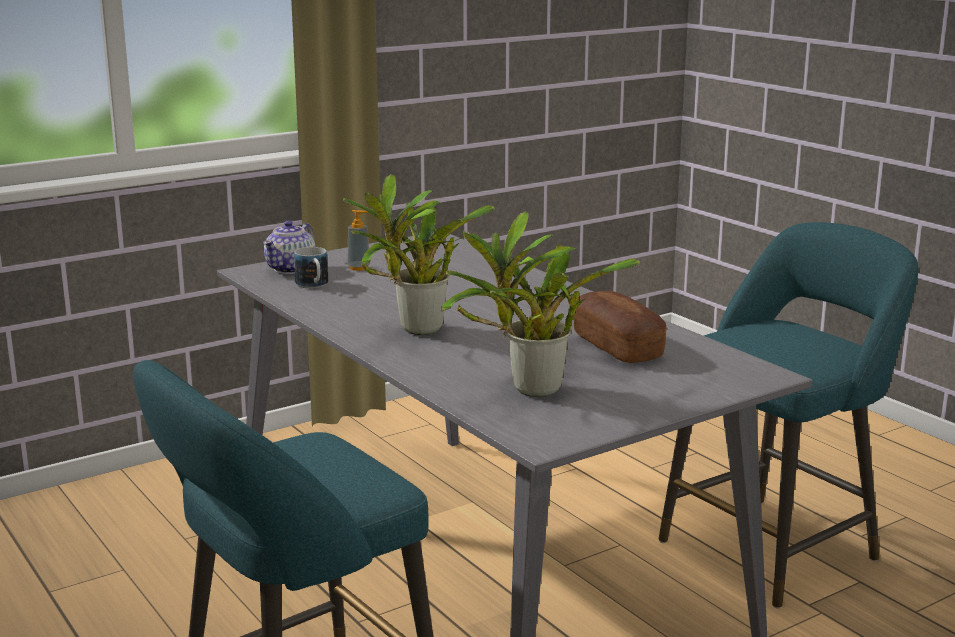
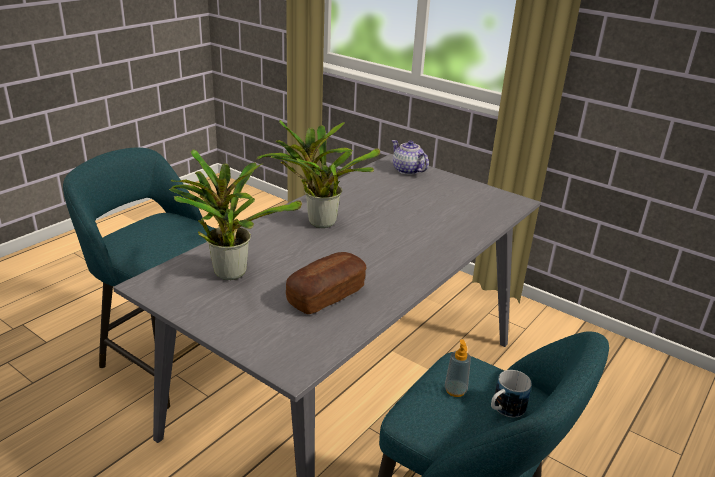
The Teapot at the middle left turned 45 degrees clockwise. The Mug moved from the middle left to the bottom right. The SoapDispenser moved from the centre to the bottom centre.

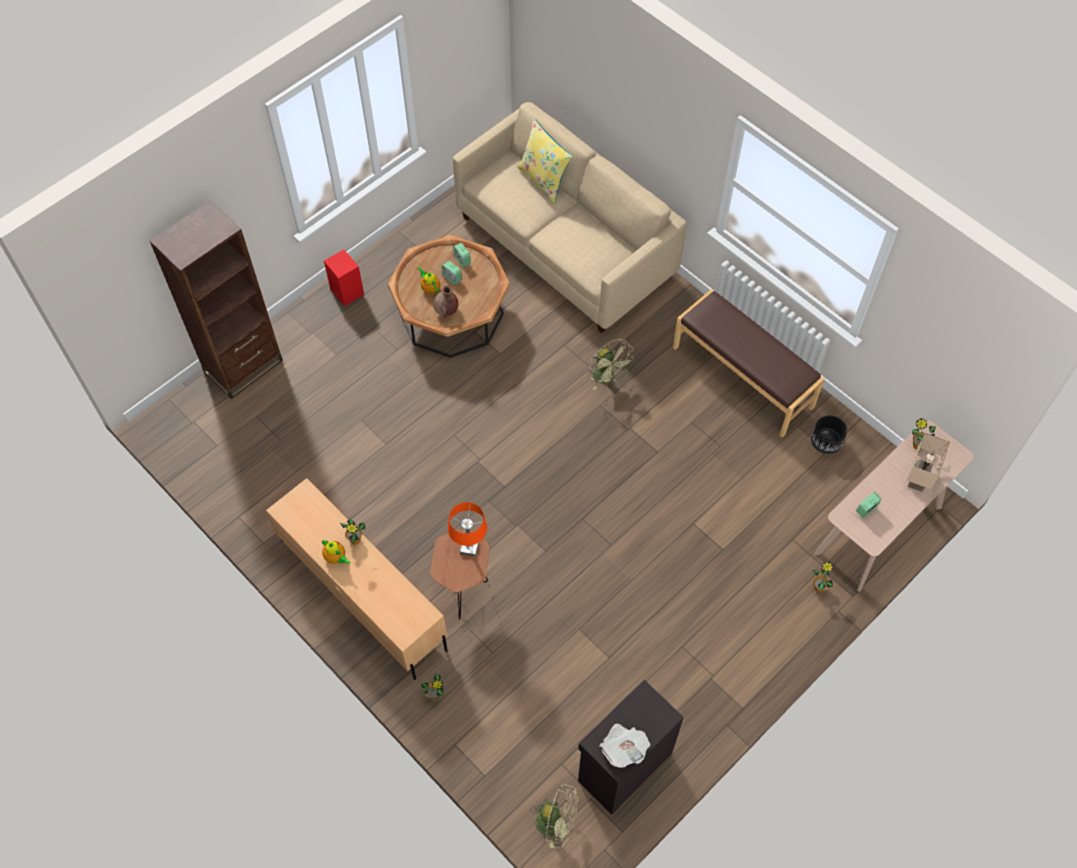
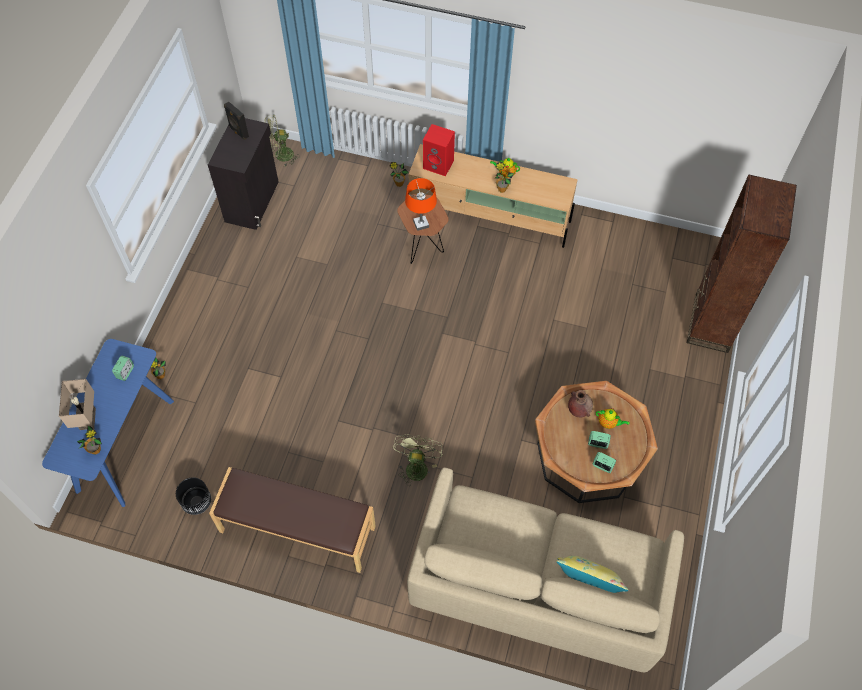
The RedSpeaker moved from the top left to the top centre. The GreenFan (no. 2 from left) at the centre turned 75 degrees clockwise. The Newspaper at the bottom centre was replaced by the BlackSpeaker at the top left. The BeigeConsoleTable at the middle right became the BlueConsoleTable at the middle left.

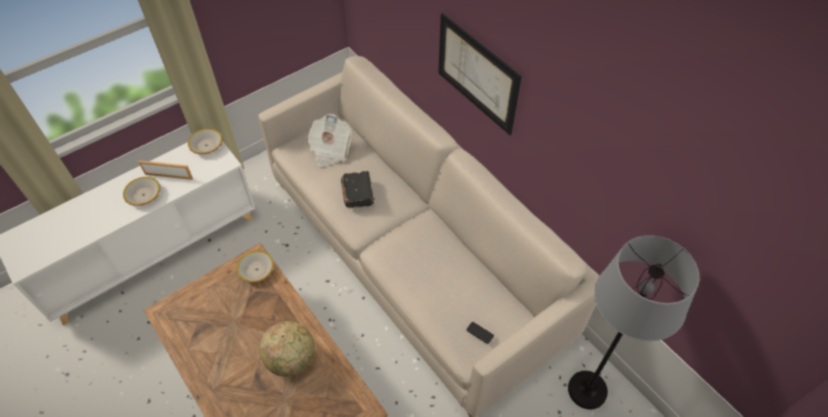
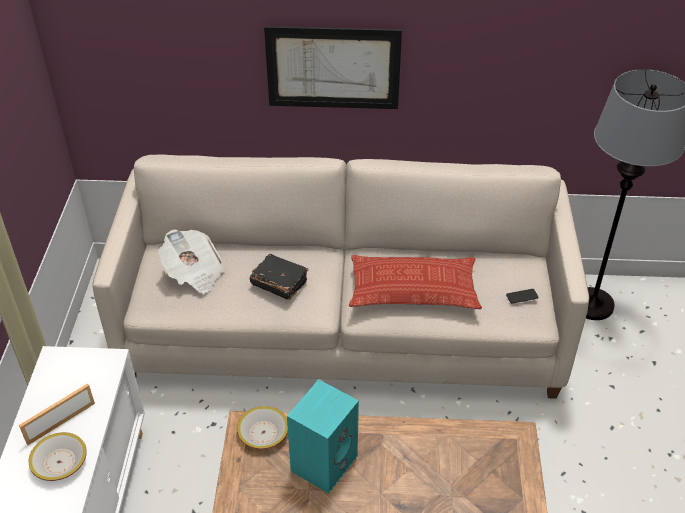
The Bowl (no. 2 from left) at the middle left disappeared. The Globe at the bottom centre disappeared. The TurquoiseSpeaker at the bottom centre appeared. The Pillow at the centre appeared.

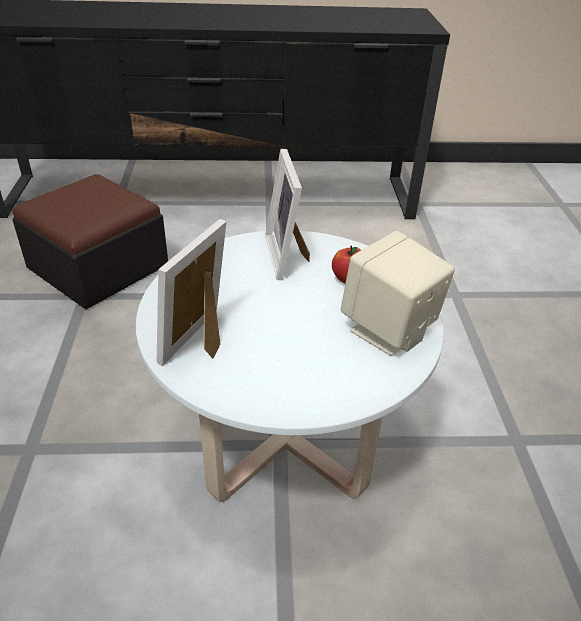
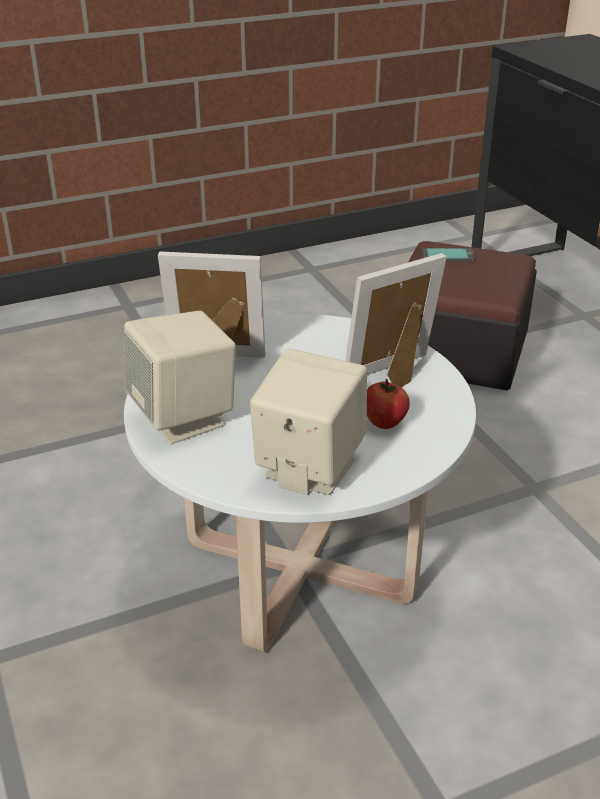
The BeigeSpeaker (no. 1 from left) at the middle left appeared. The Phone at the top right appeared.

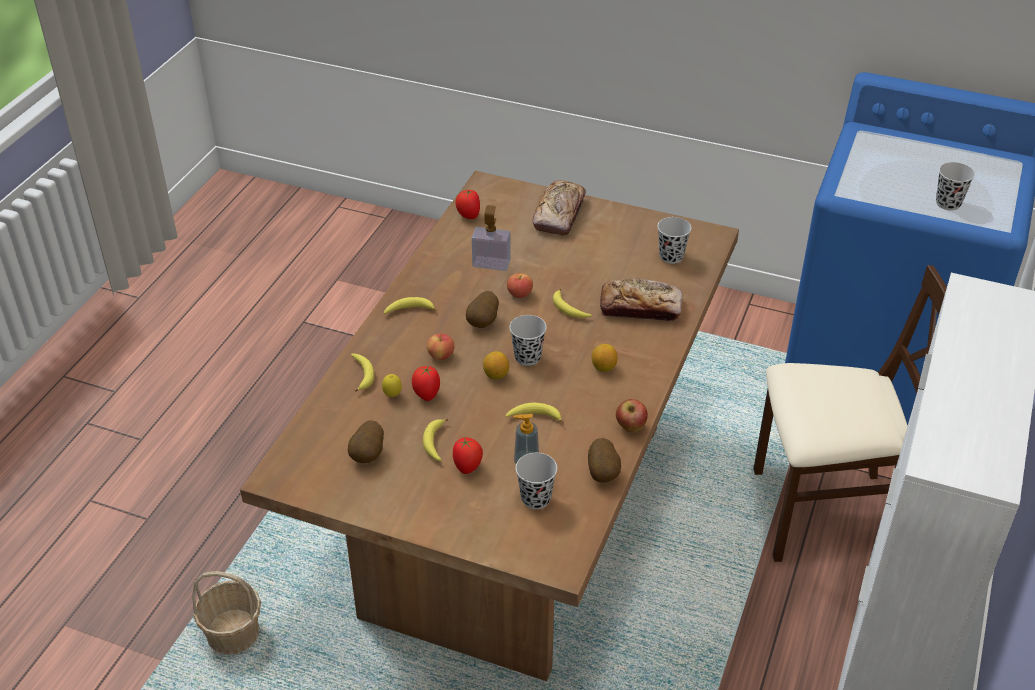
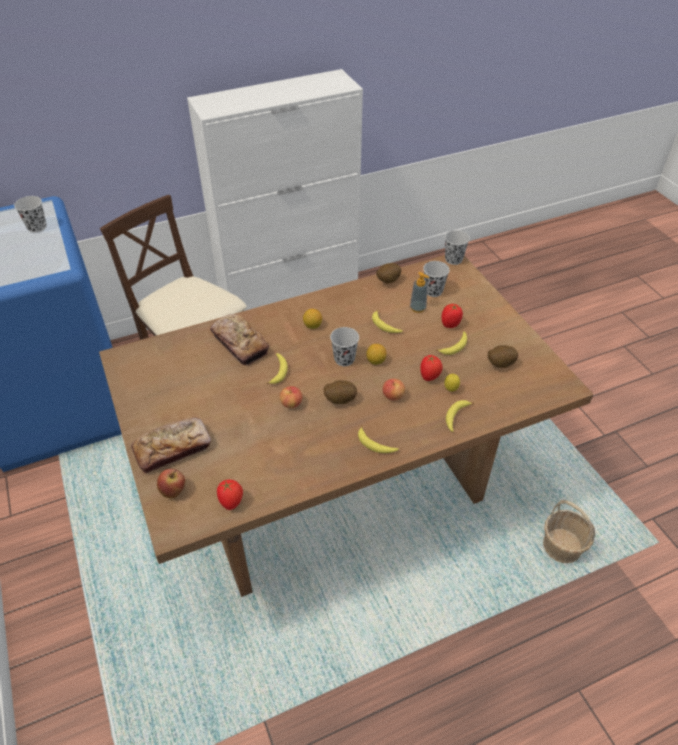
The SoapDispenser (no. 1 from left) at the centre disappeared. The Apple (no. 3 from left in the first image) moved from the centre to the middle left. The BlackCup (no. 3 from left in the first image) moved from the centre to the top right.

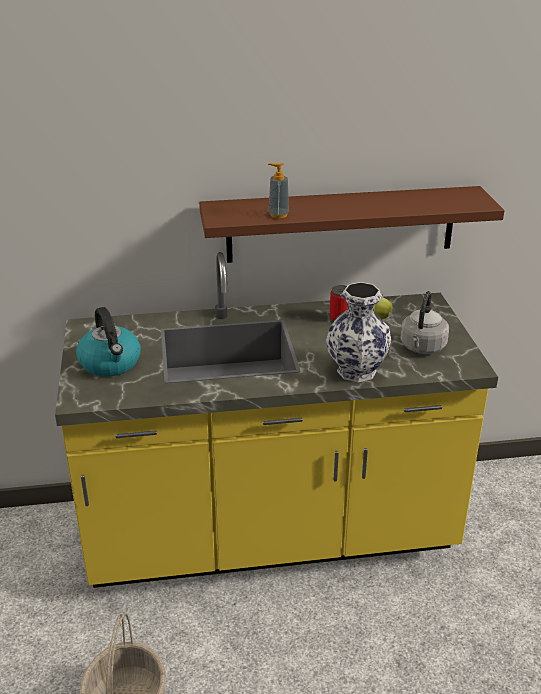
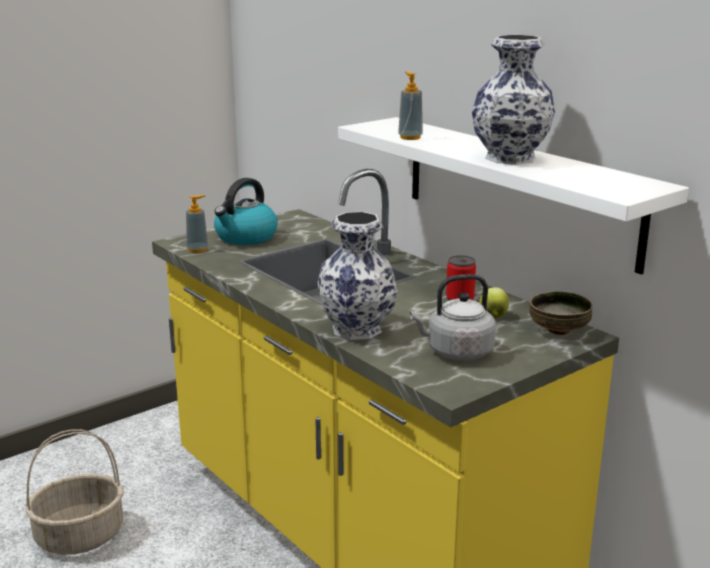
The BrownShelf at the top centre became the WhiteShelf at the middle right. The SoapDispenser (no. 1 from left) at the middle left appeared. The Vase (no. 2 from left) at the top right appeared. The Bowl at the middle right appeared.

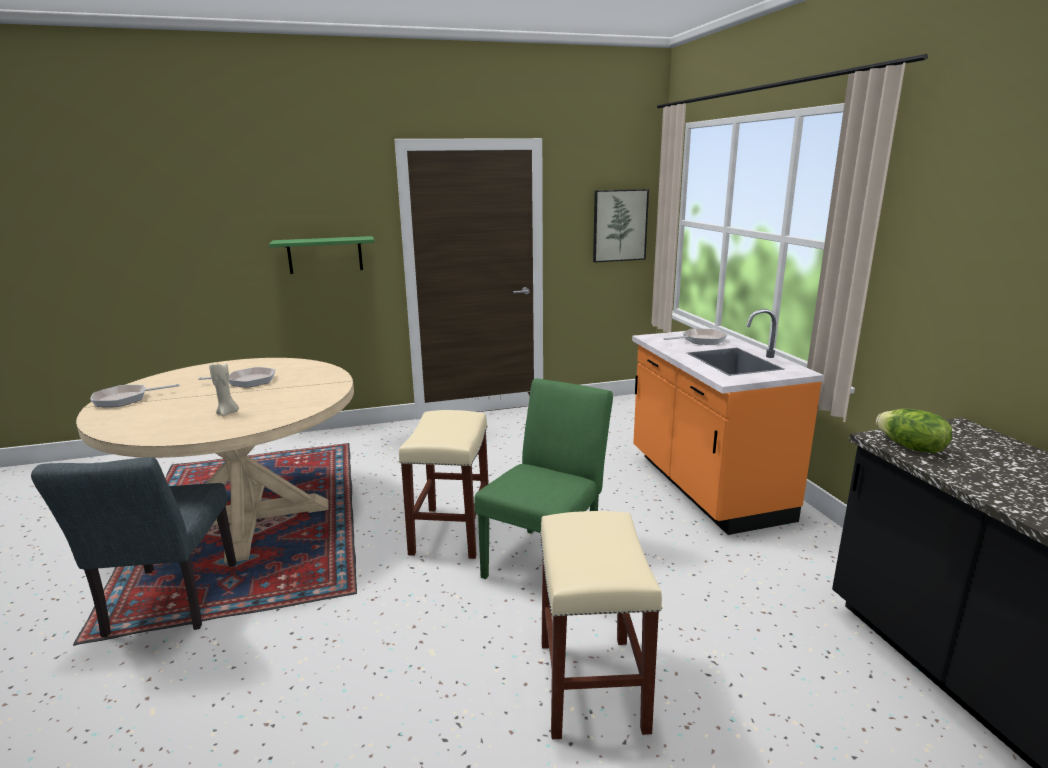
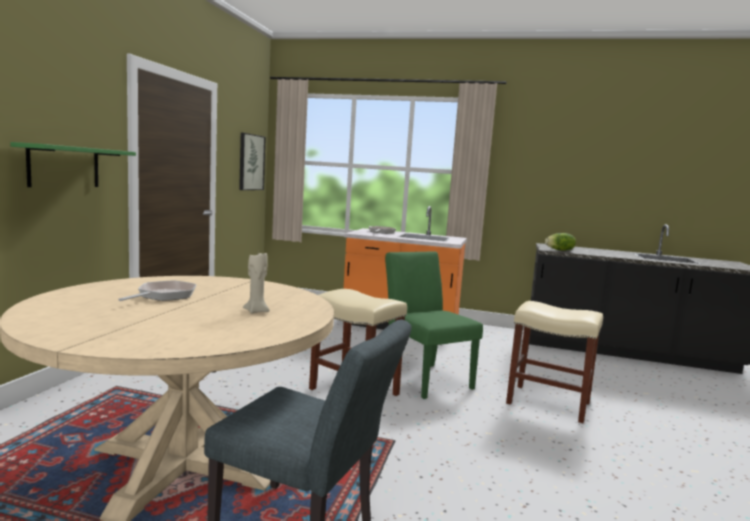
The FryingPan (no. 1 from left) at the middle left disappeared.

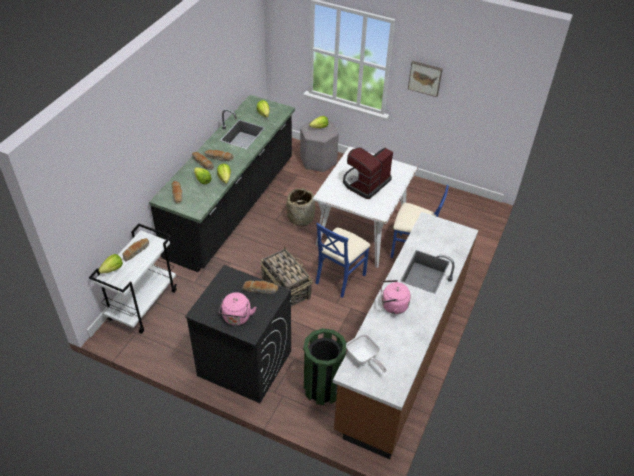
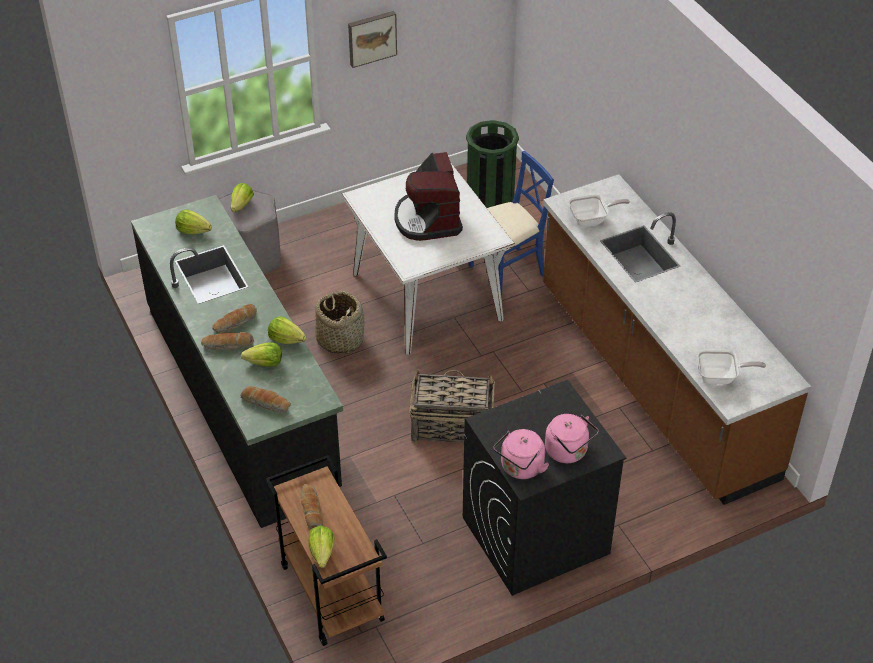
The WhiteCart at the middle left became the BrownCart at the bottom centre. The Bread (no. 5 from left) at the centre disappeared. The GreenTrashCan moved from the bottom centre to the top centre. The BlueChair (no. 1 from left) at the centre disappeared. The PinkKettle (no. 2 from left in the first image) moved from the centre to the bottom centre. The FryingPan (no. 1 from left) at the top right appeared.

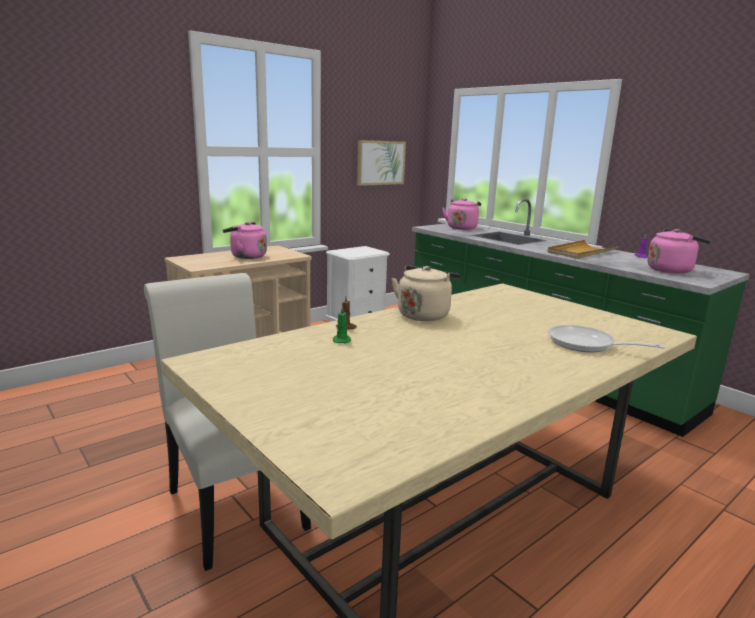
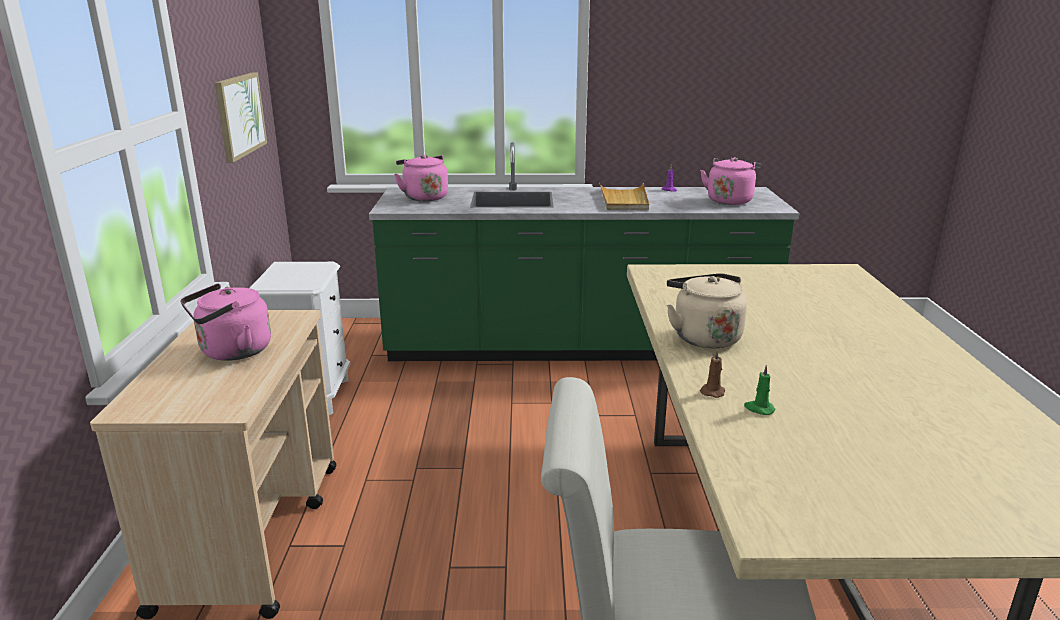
The FryingPan at the middle right disappeared.

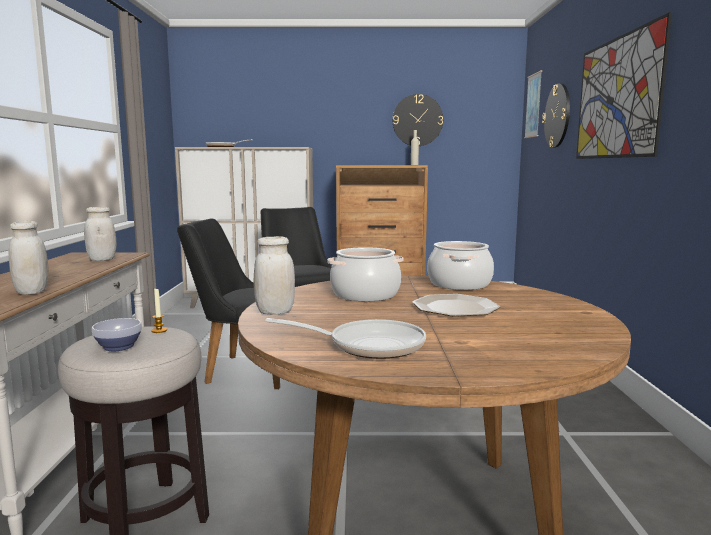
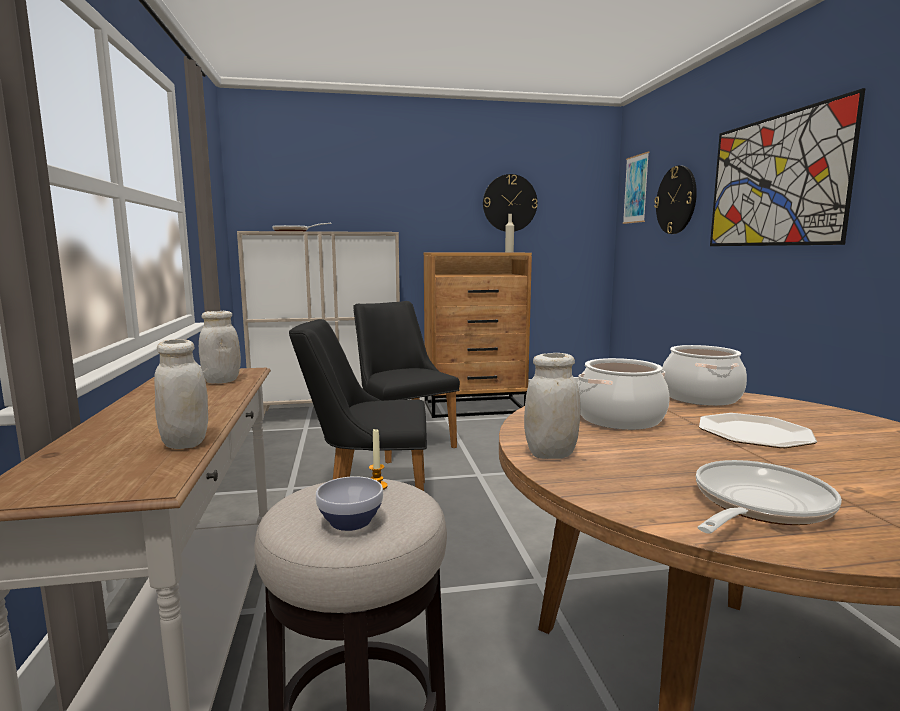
The FryingPan (no. 2 from left) at the centre turned 45 degrees counterclockwise.

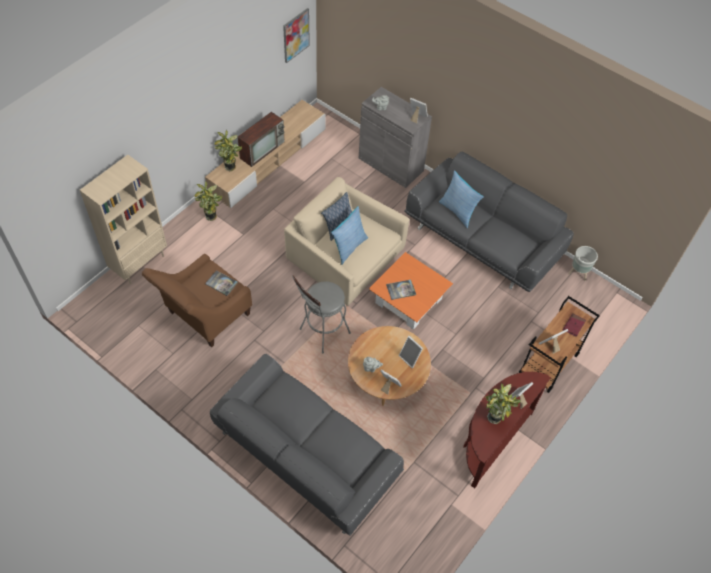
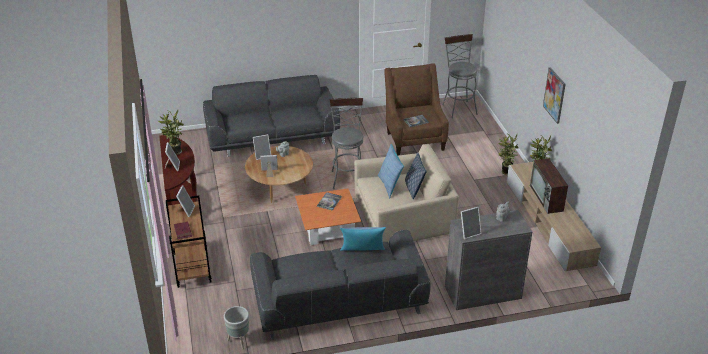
The BeigeBookcase at the middle left disappeared. The Picture moved from the top centre to the top right. The GreyStool (no. 2 from left) at the top centre appeared.

